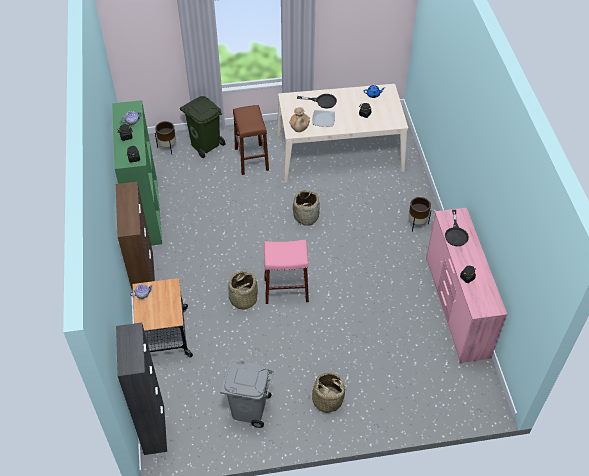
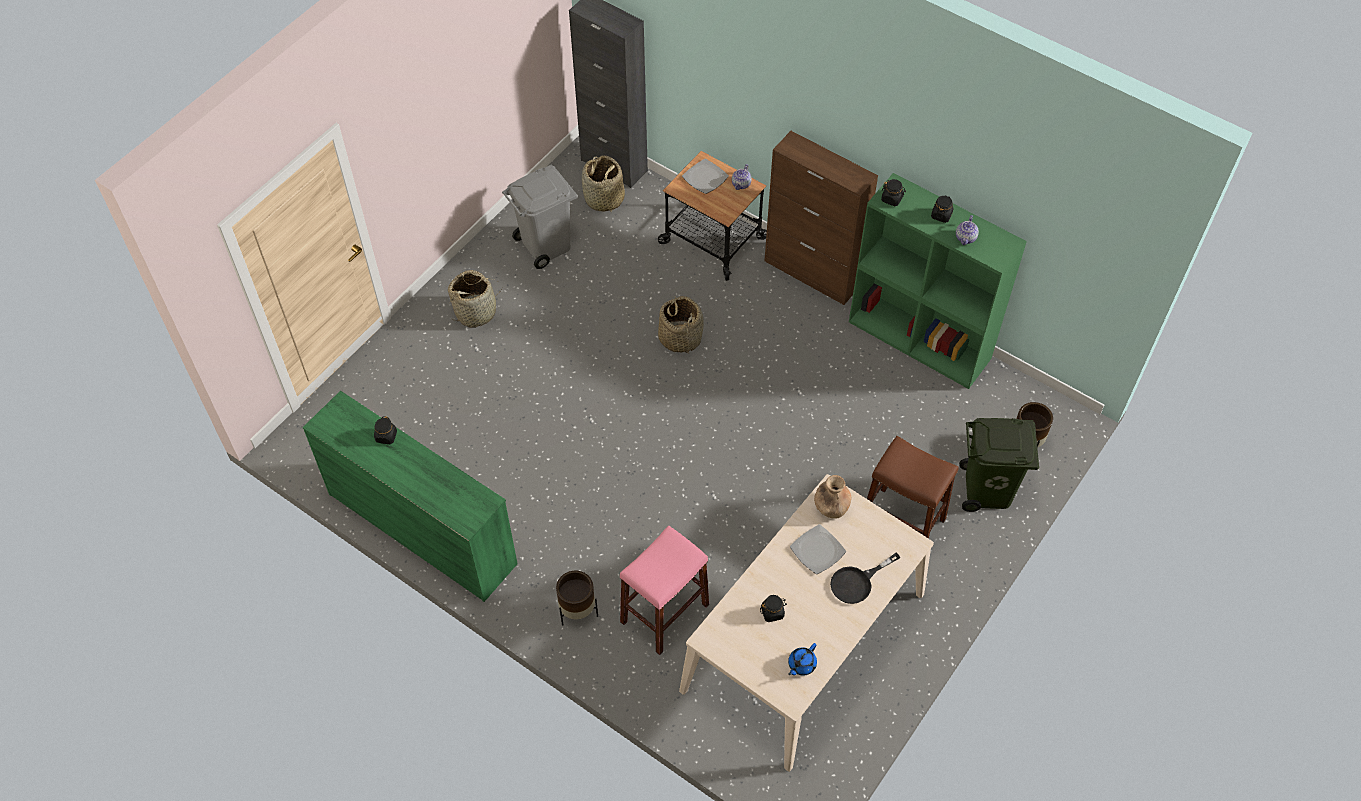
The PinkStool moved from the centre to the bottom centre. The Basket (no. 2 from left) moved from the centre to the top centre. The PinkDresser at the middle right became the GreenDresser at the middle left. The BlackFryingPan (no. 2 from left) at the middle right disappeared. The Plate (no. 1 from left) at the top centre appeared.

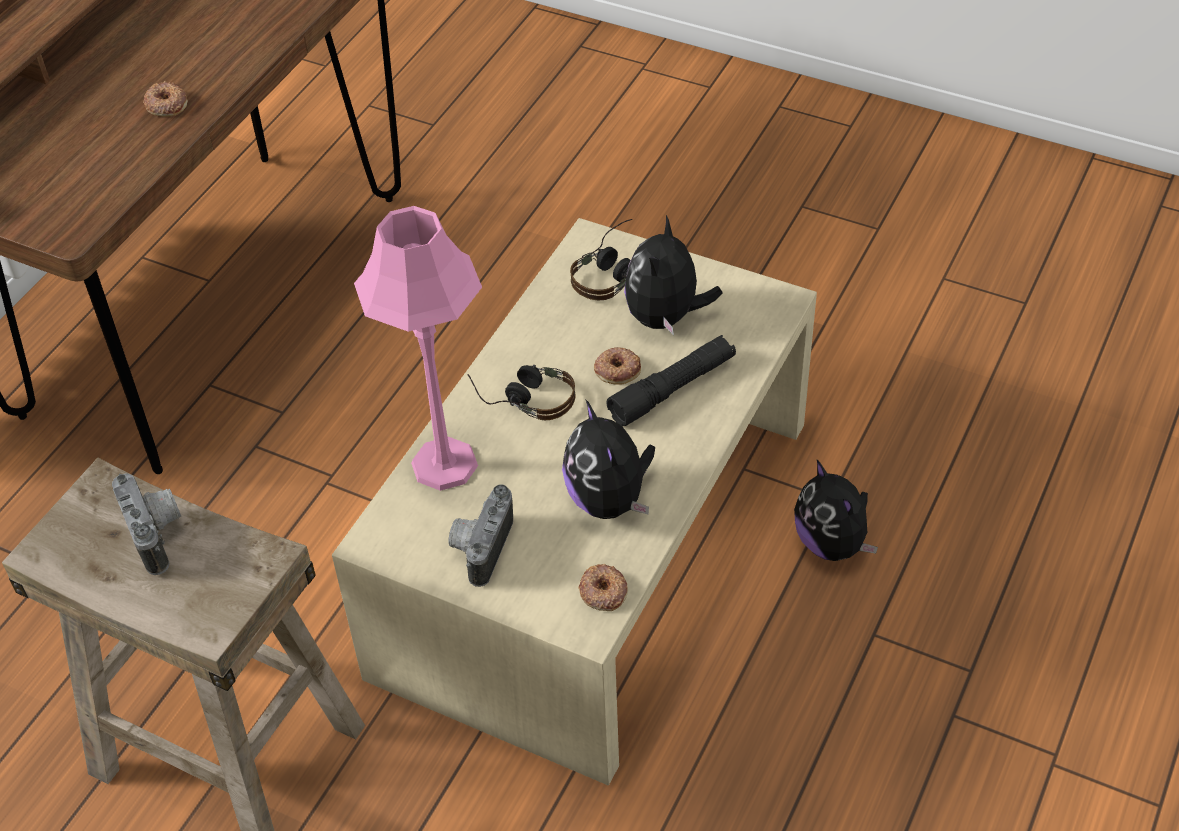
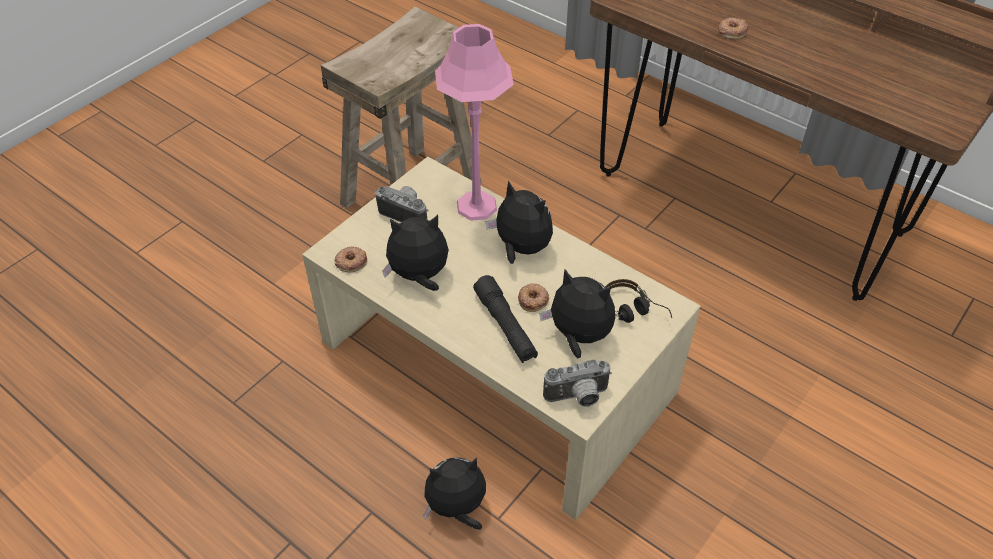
The PhotoCamera (no. 1 from left in the first image) moved from the middle left to the bottom centre. The Headphones (no. 1 from left) at the centre was replaced by the PlushToy (no. 3 from left) at the centre.

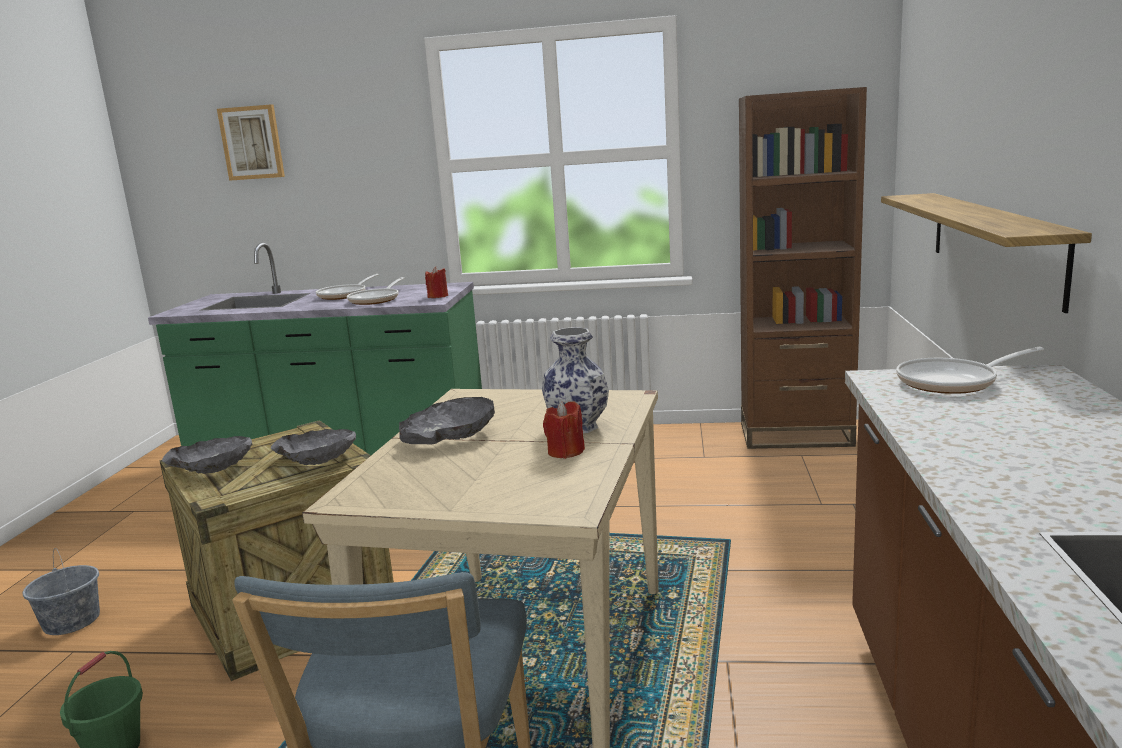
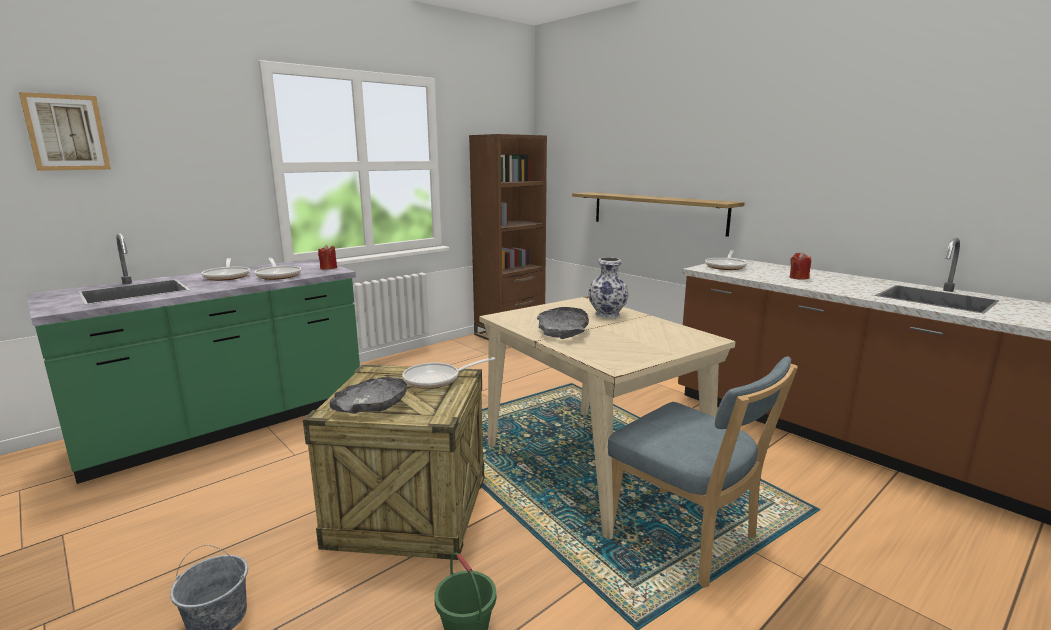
The GreyBowl (no. 2 from left) at the middle left was replaced by the FryingPan (no. 3 from left) at the centre. The RedCandle (no. 2 from left) moved from the centre to the middle right.

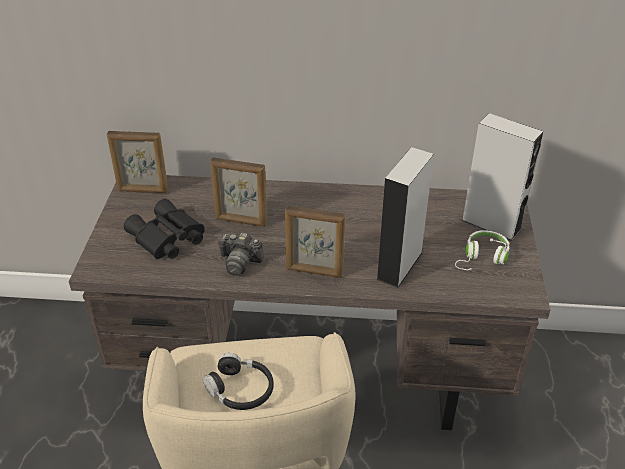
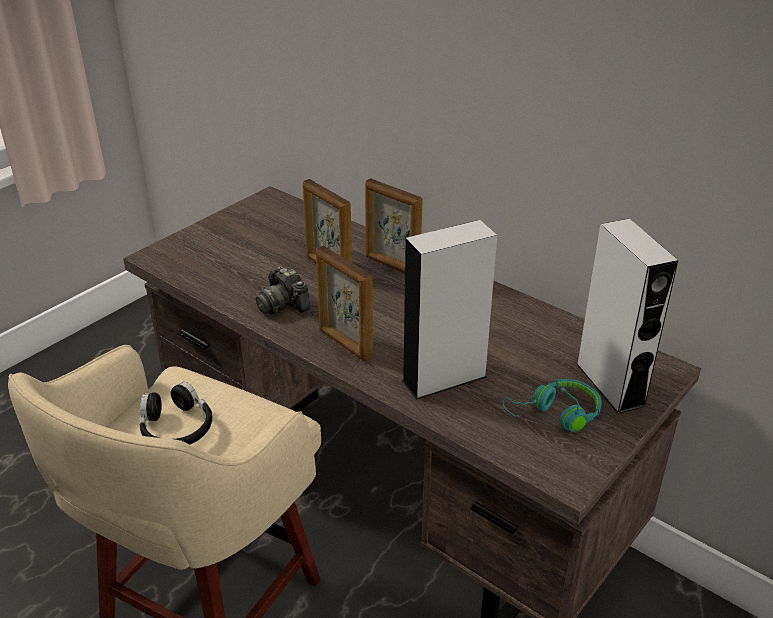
The PictureFrame (no. 1 from left in the first image) moved from the middle left to the centre. The BlackBinoculars at the middle left disappeared. The WhiteHeadphones at the middle right became the TurquoiseHeadphones at the middle right.

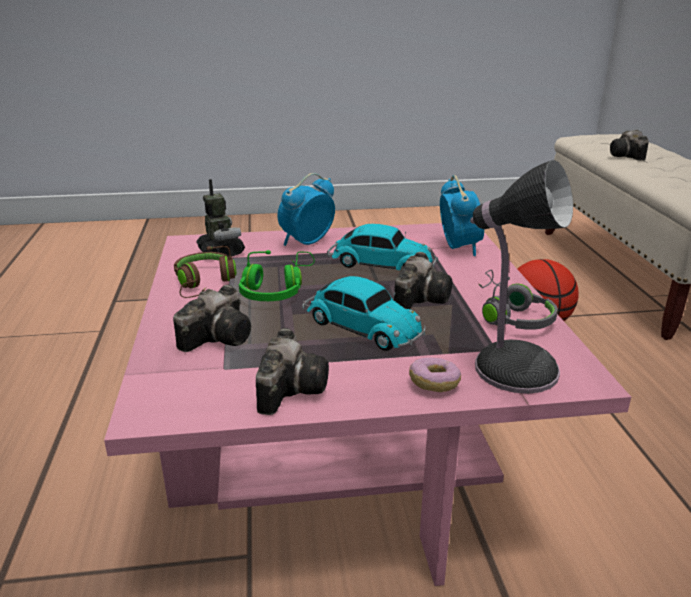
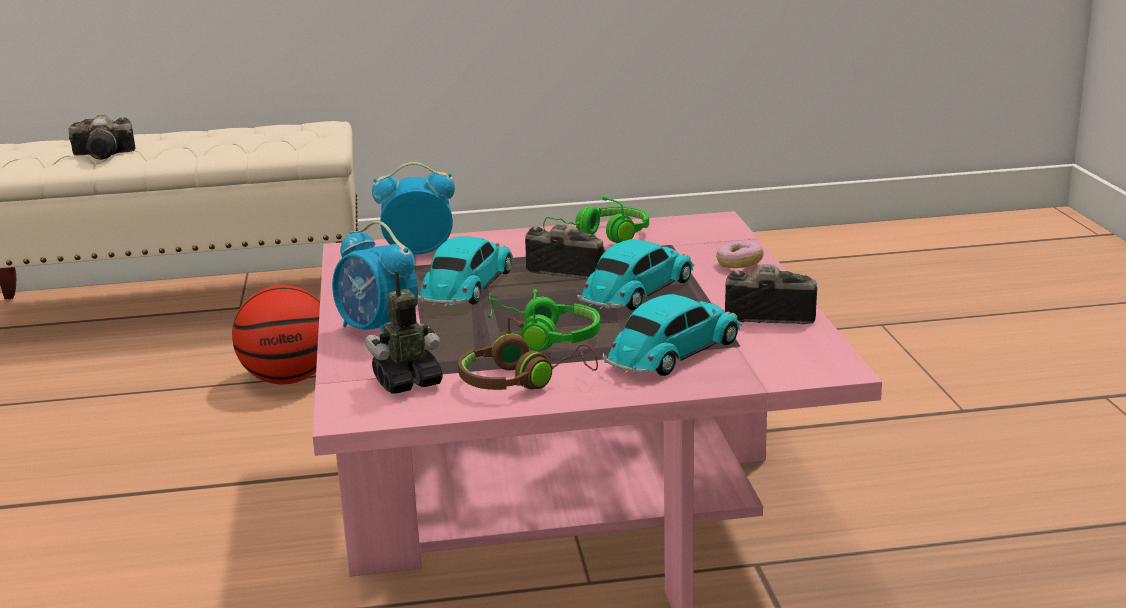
The PhotoCamera (no. 1 from left) at the middle left was replaced by the ToyCar (no. 3 from left) at the centre. The TableLamp at the middle right disappeared. The GreyHeadphones at the middle right became the GreenHeadphones (no. 2 from left) at the centre.

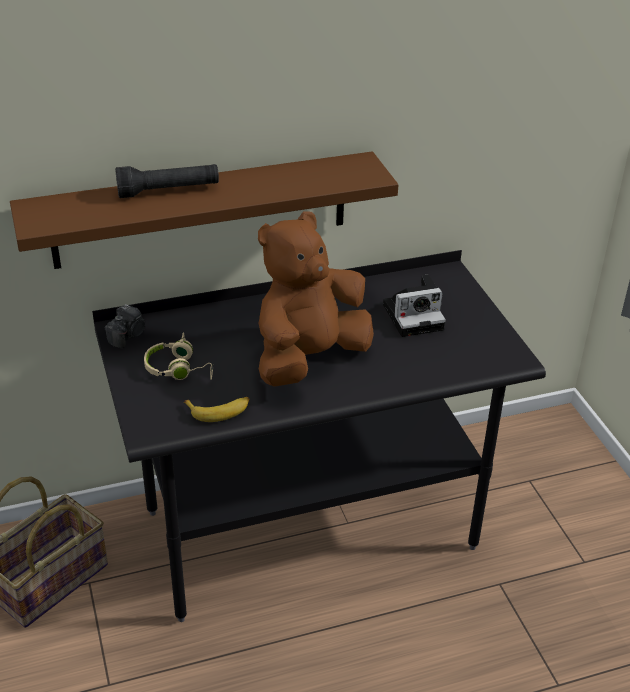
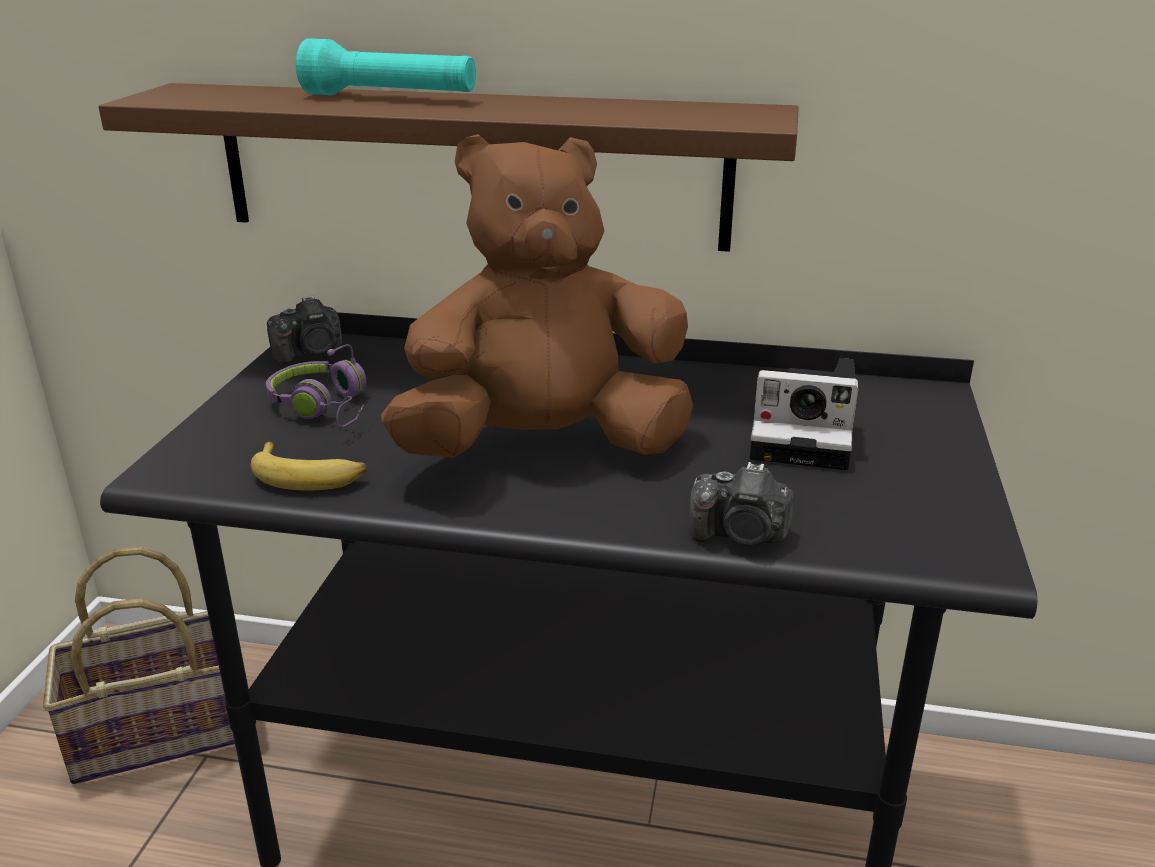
The BlackFlashlight at the top left became the TurquoiseFlashlight at the top centre. The BeigeHeadphones at the middle left became the PurpleHeadphones at the middle left. The PhotoCamera (no. 2 from left) at the centre appeared.

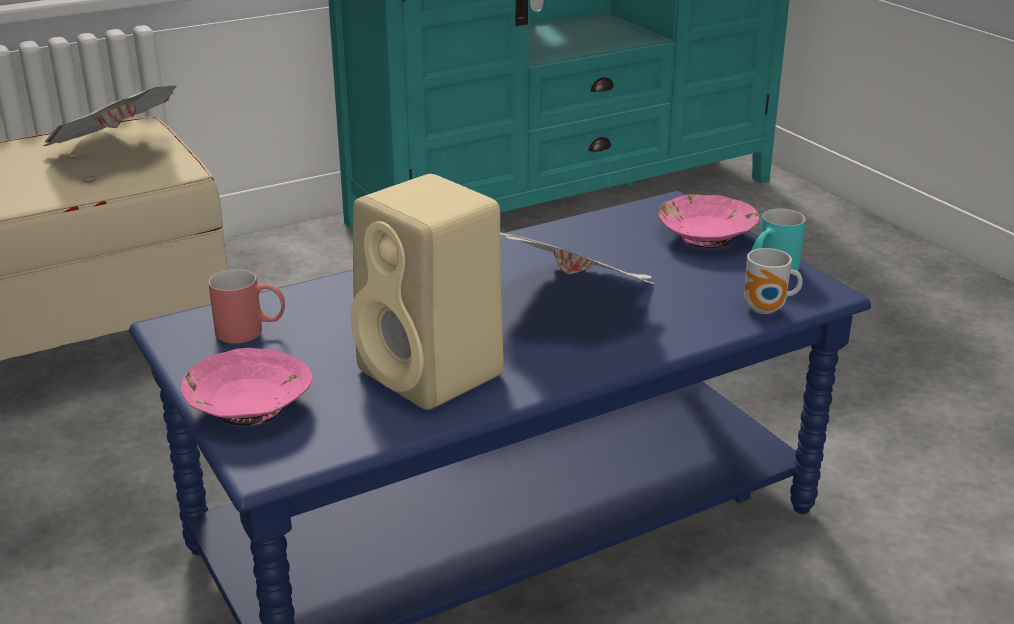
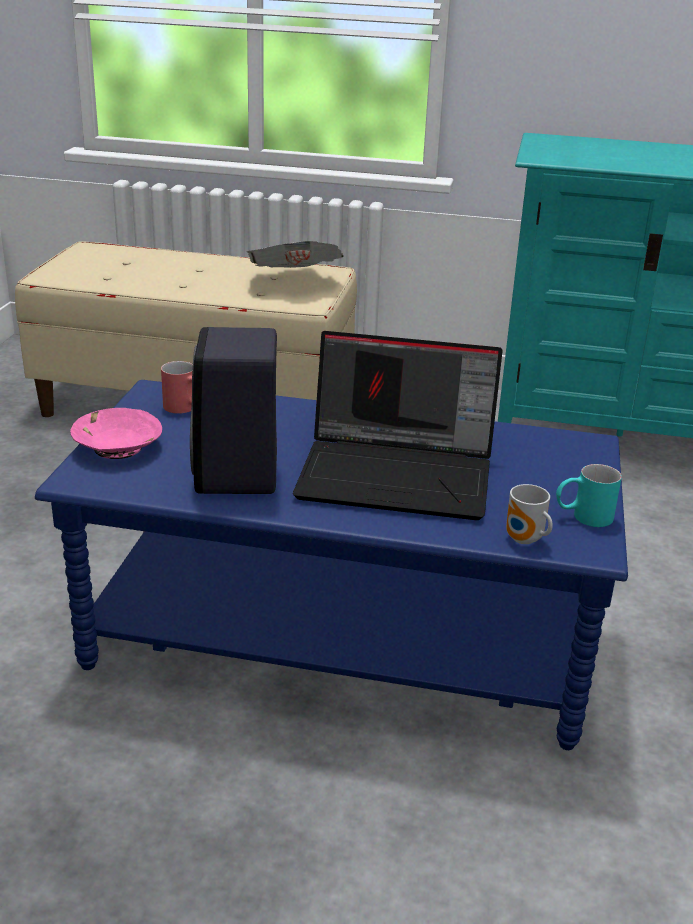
The BeigeSpeaker at the centre became the BlackSpeaker at the centre. The Newspaper (no. 2 from left) at the centre was replaced by the Laptop at the centre. The PinkBowl (no. 2 from left) at the middle right disappeared.

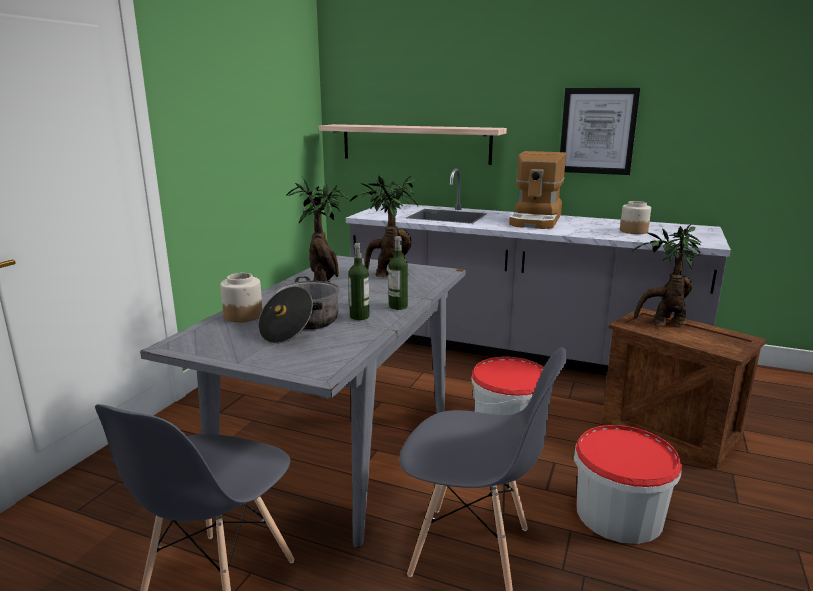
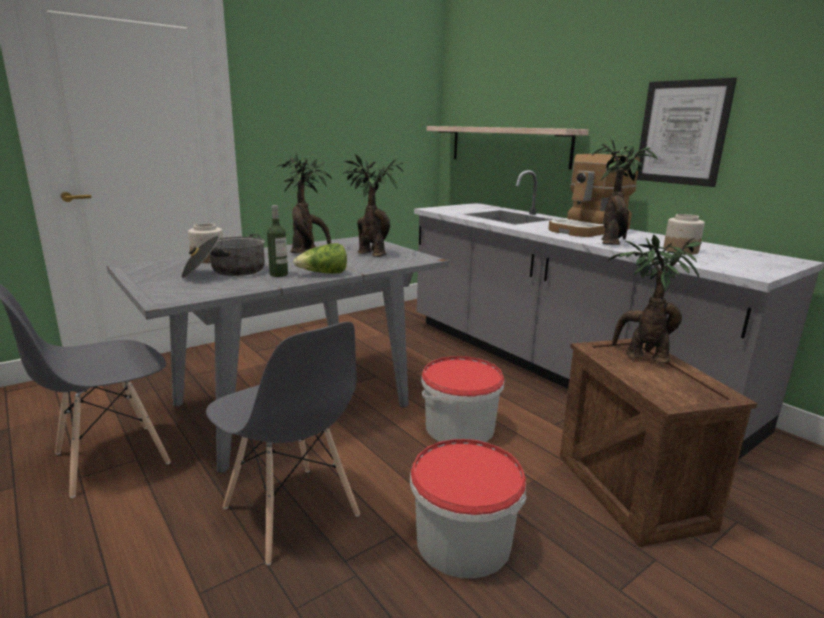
The Bottle (no. 2 from left) at the centre was replaced by the Lettuce at the centre. The PottedPlant (no. 3 from left) at the top right appeared.

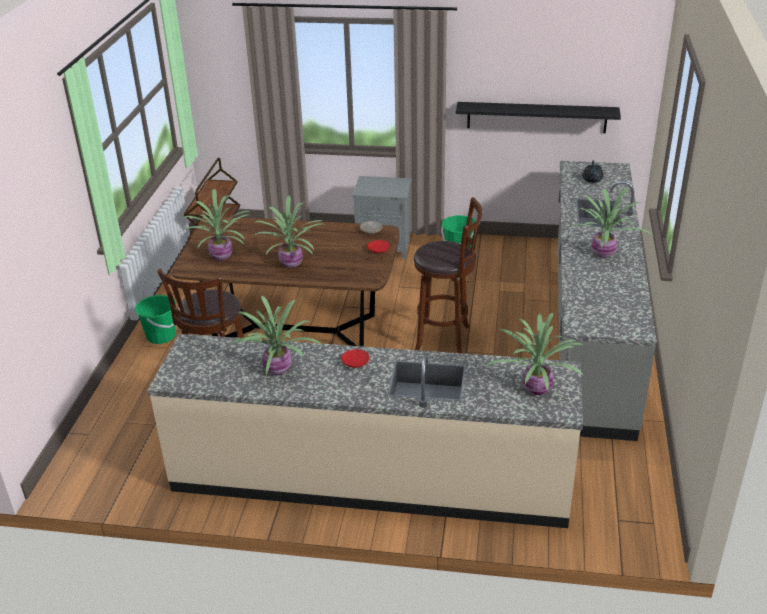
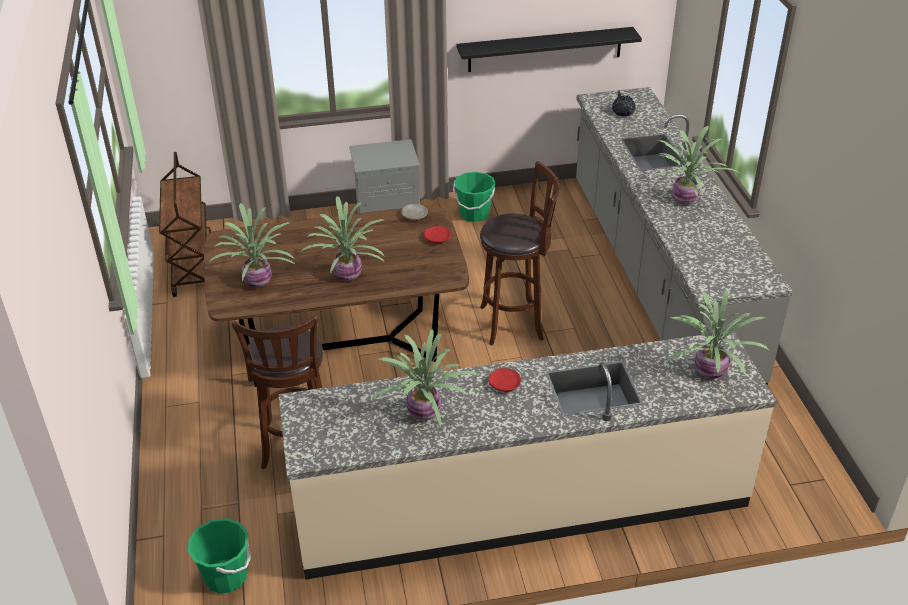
The GreenBucket (no. 1 from left) moved from the middle left to the bottom left.

